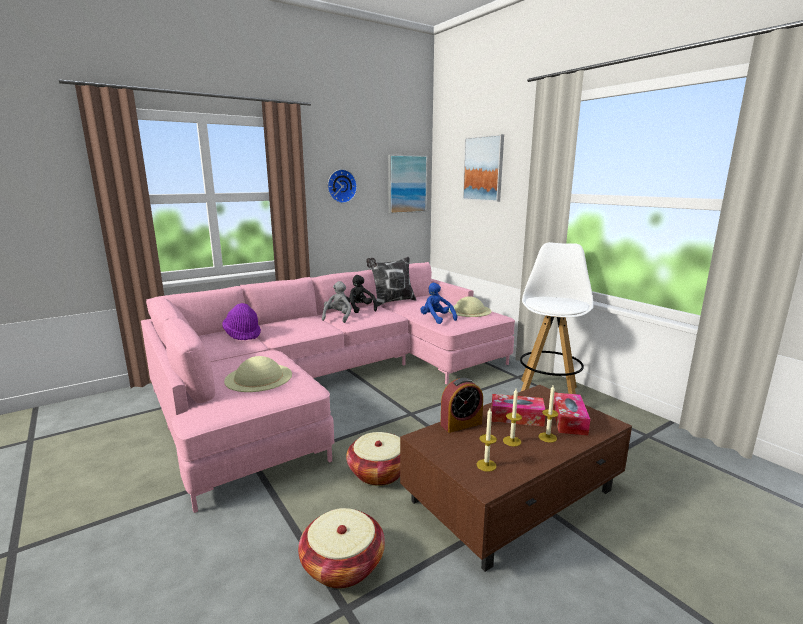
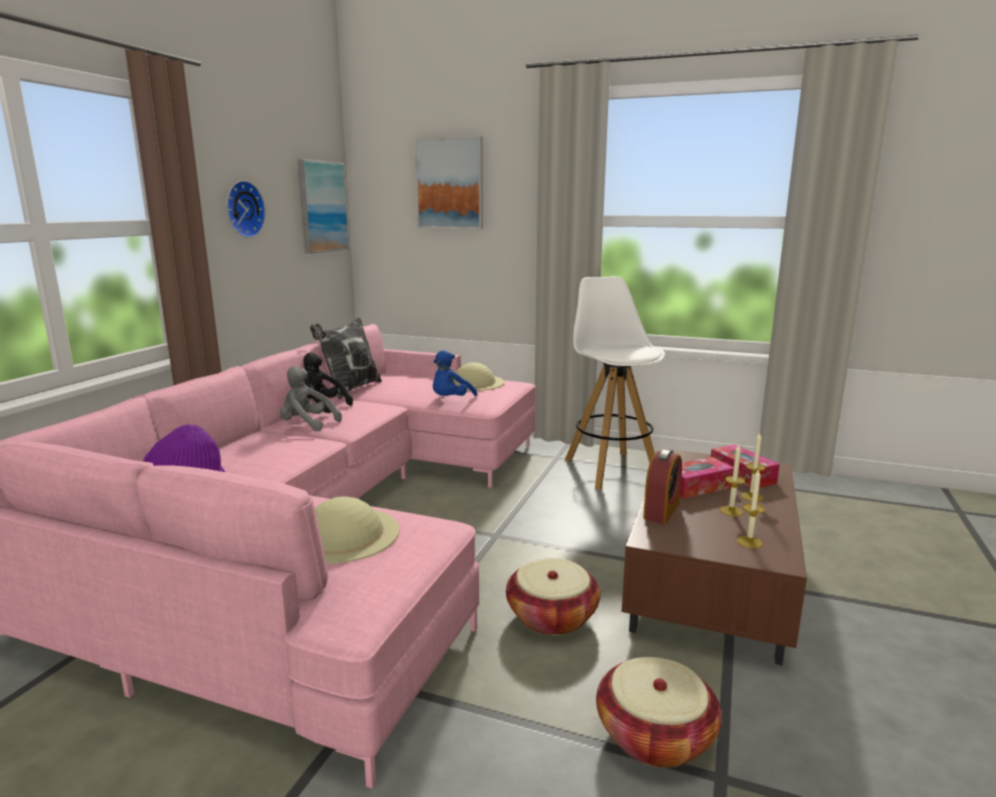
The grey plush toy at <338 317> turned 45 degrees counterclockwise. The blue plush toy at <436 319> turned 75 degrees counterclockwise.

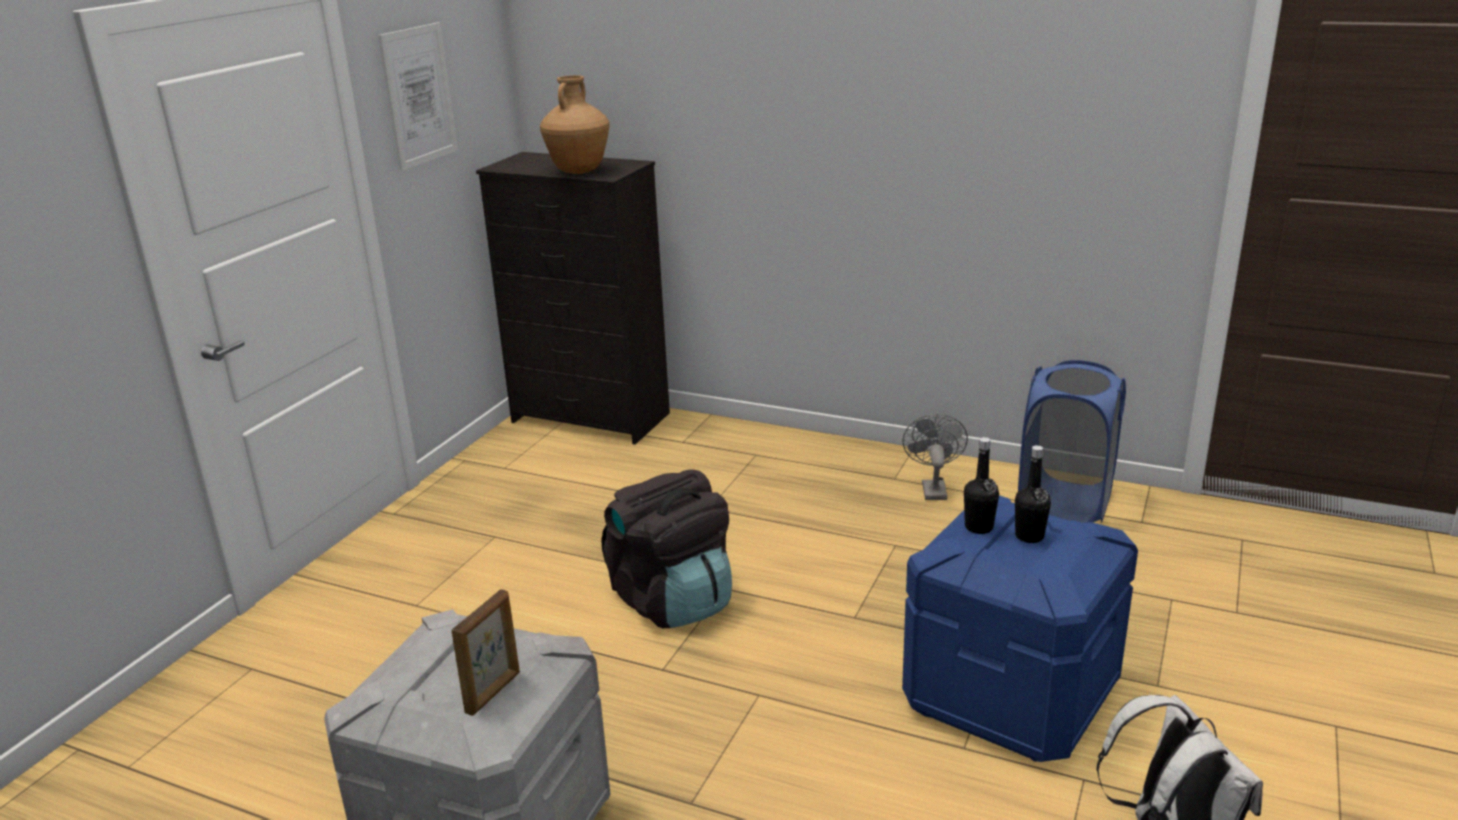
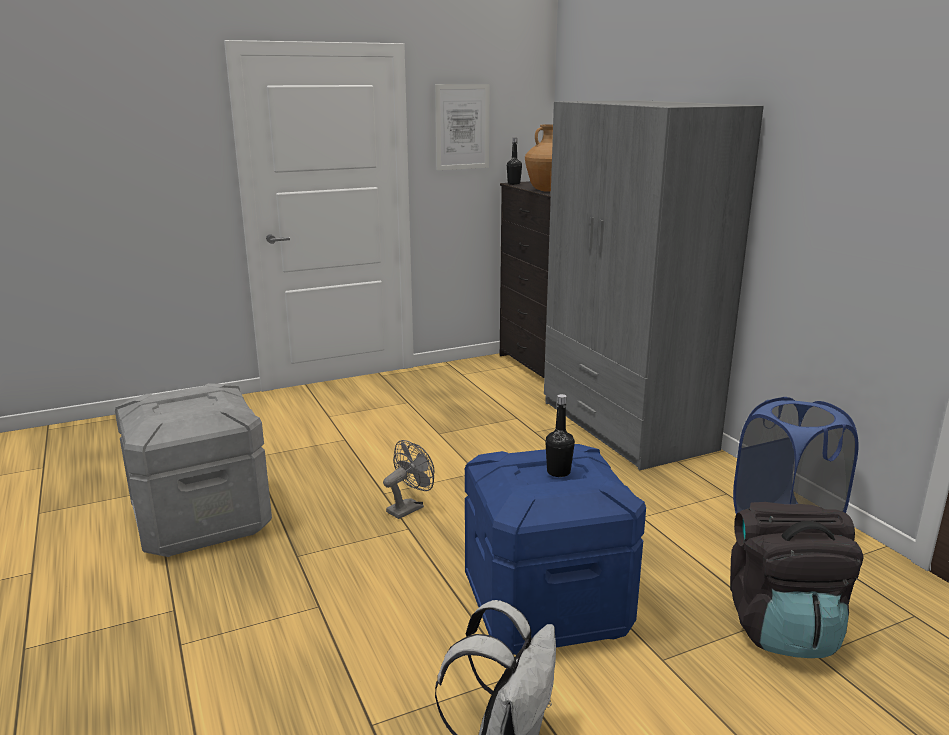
The picture frame at <494 692> disappeared. The grey wardrobe at <625 426> appeared. The black backpack moved from <672 600> to <782 626>. The grey fan moved from <932 488> to <409 507>. The black bottle moved from <979 527> to <514 184>.

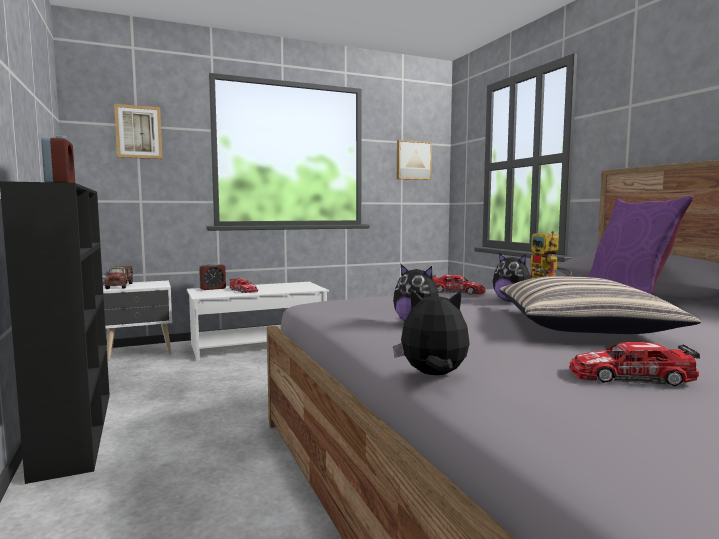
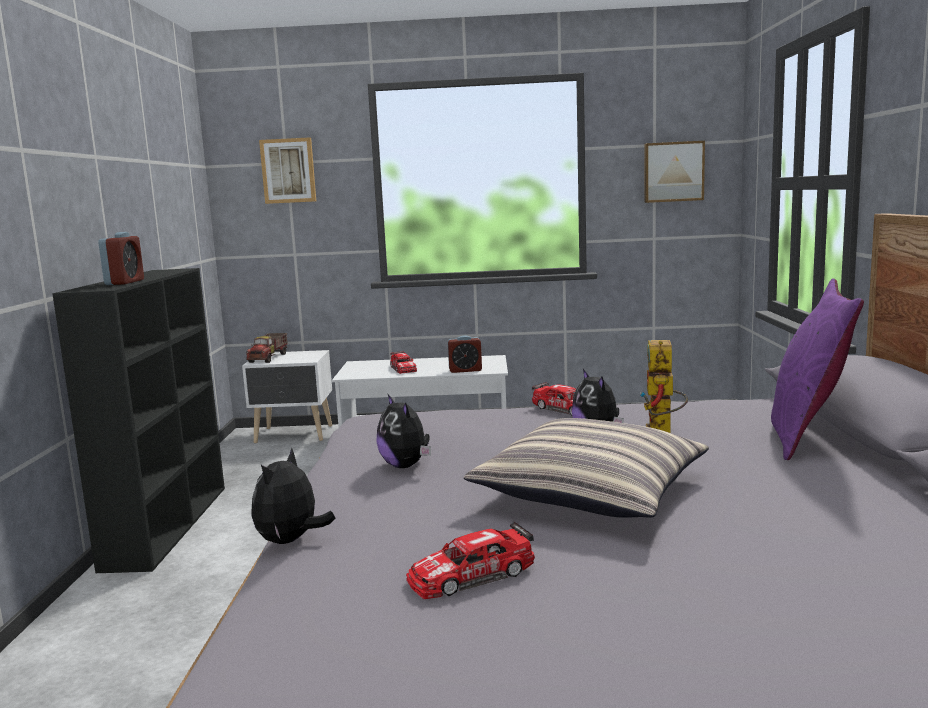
The alarm clock moved from <212 288> to <465 370>. The plush toy at <433 375> turned 105 degrees counterclockwise. The toy car at <630 377> turned 60 degrees counterclockwise.

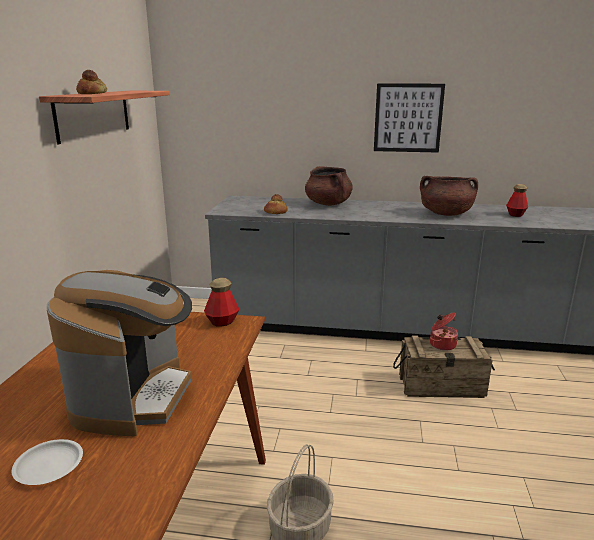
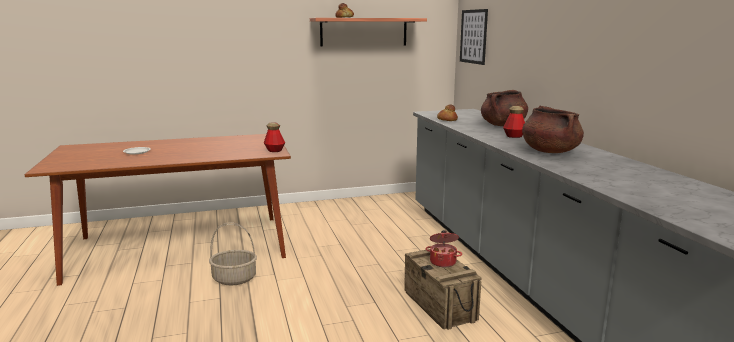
The coffee machine at <134 397> disappeared. The picture moved from <408 118> to <473 36>. The bottle moved from <515 215> to <514 136>.

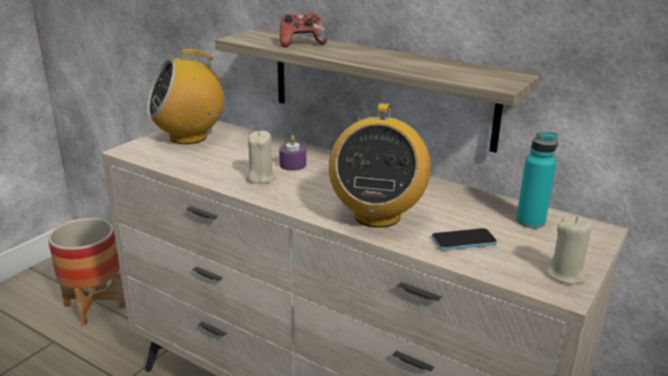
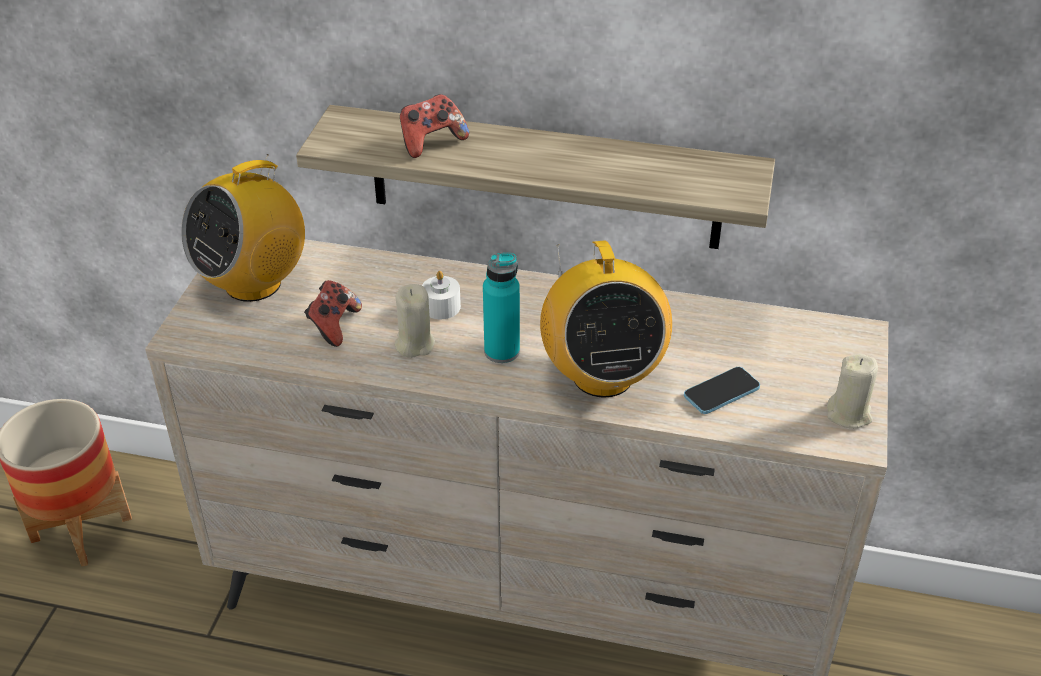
The game controller at <334 326> appeared. The turquoise bottle moved from <530 221> to <502 351>. The purple candle at <293 165> became the white candle at <441 307>.

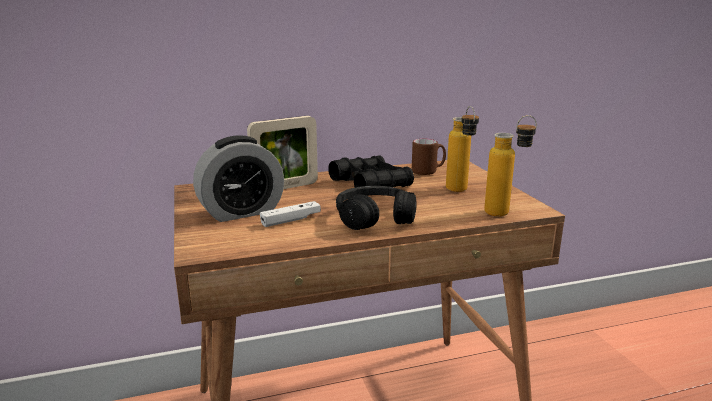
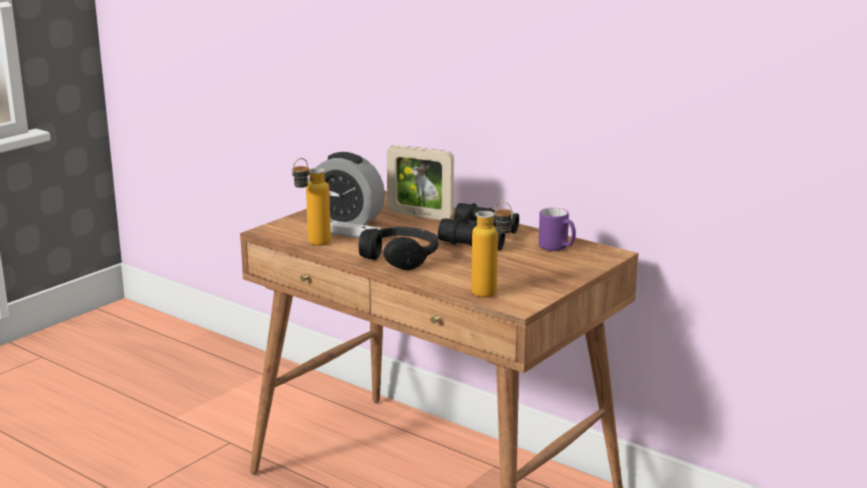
The bottle moved from <460 192> to <312 245>. The brown mug at <428 172> became the purple mug at <557 248>.

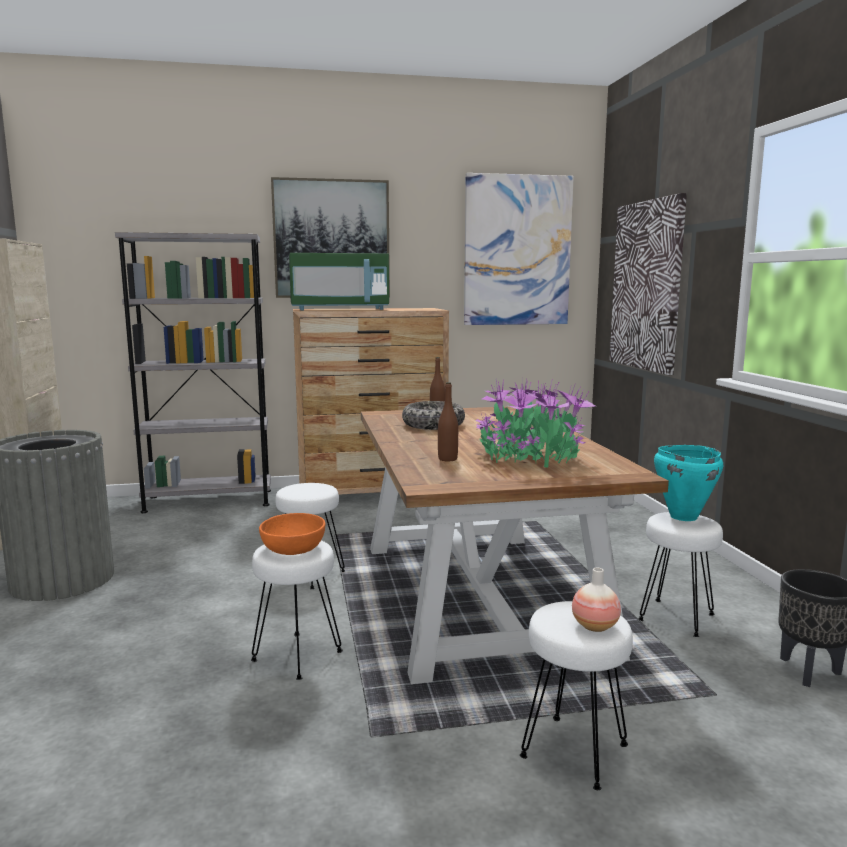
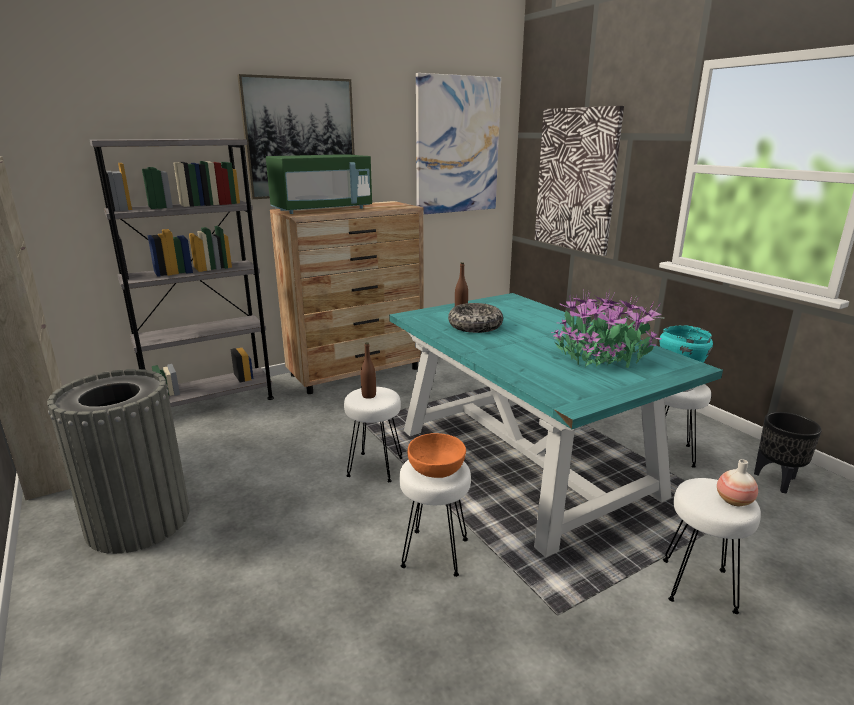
The brown bottle moved from <447 459> to <369 395>. The brown dining table at <476 595> became the turquoise dining table at <523 461>.

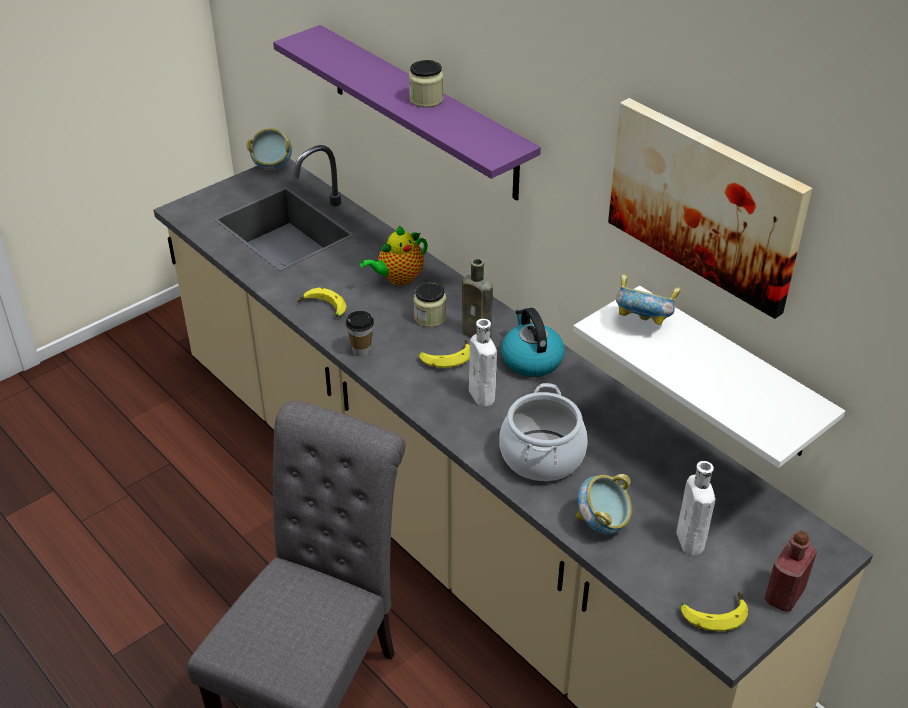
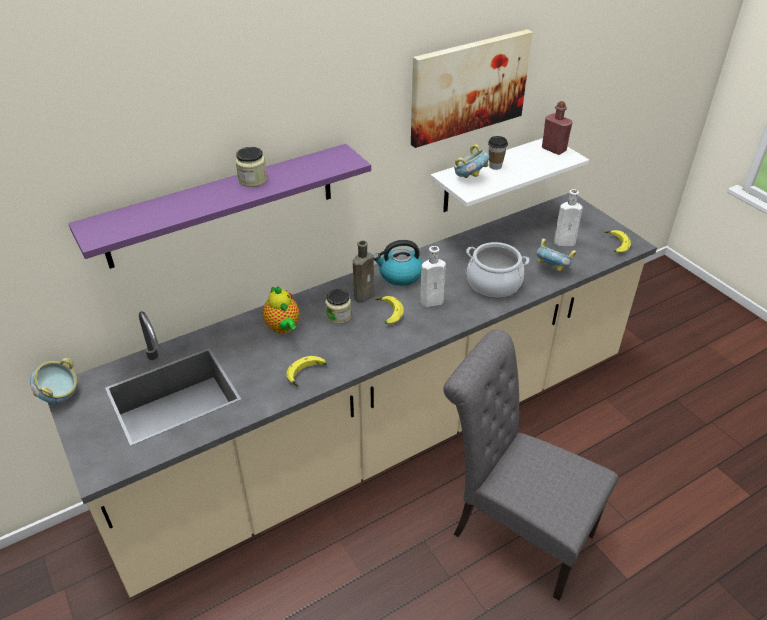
The cup moved from <361 350> to <495 166>. The red bottle moved from <784 595> to <553 149>.

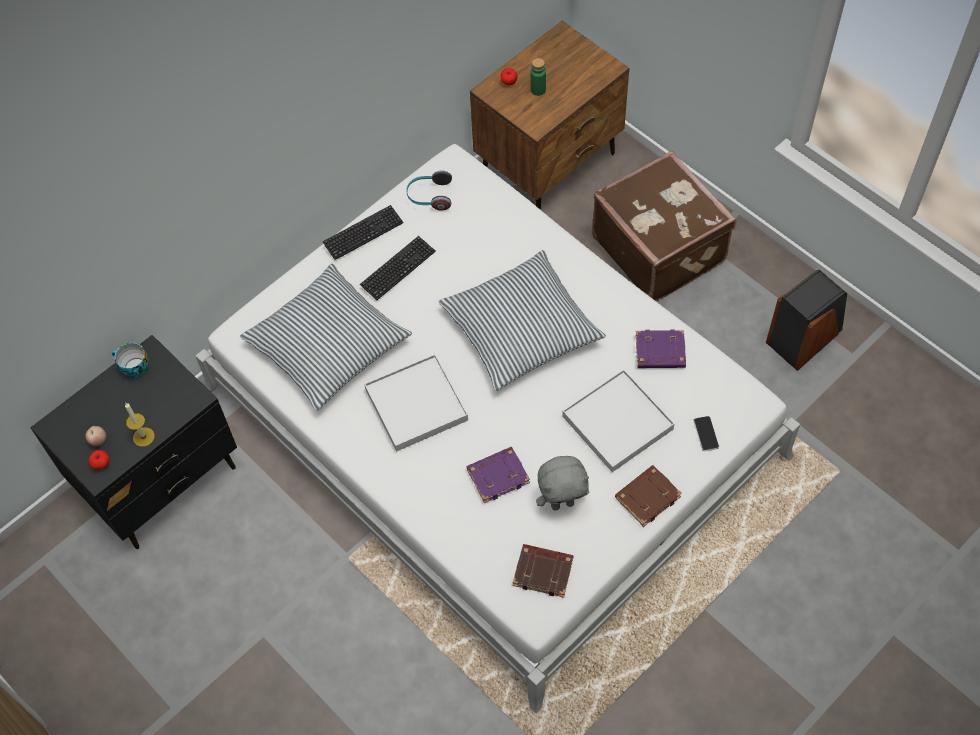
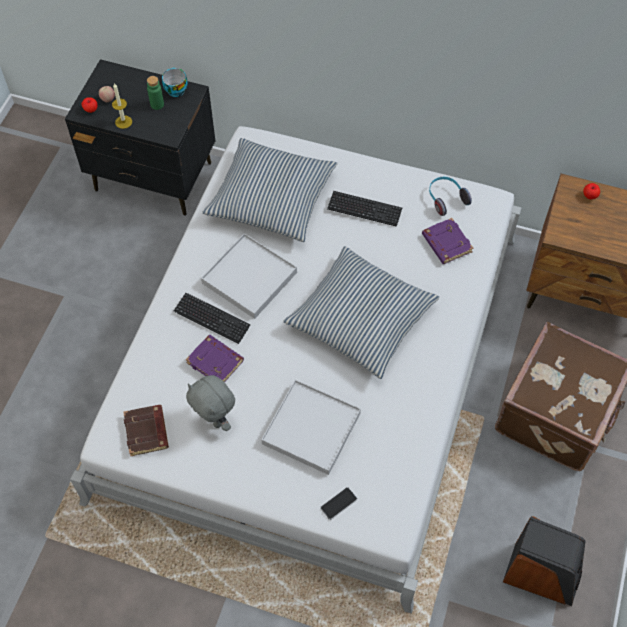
The brown book at <647 497> disappeared. The keyboard moved from <363 233> to <212 319>. The green bottle moved from <538 90> to <157 104>. The purple book moved from <659 353> to <445 243>.

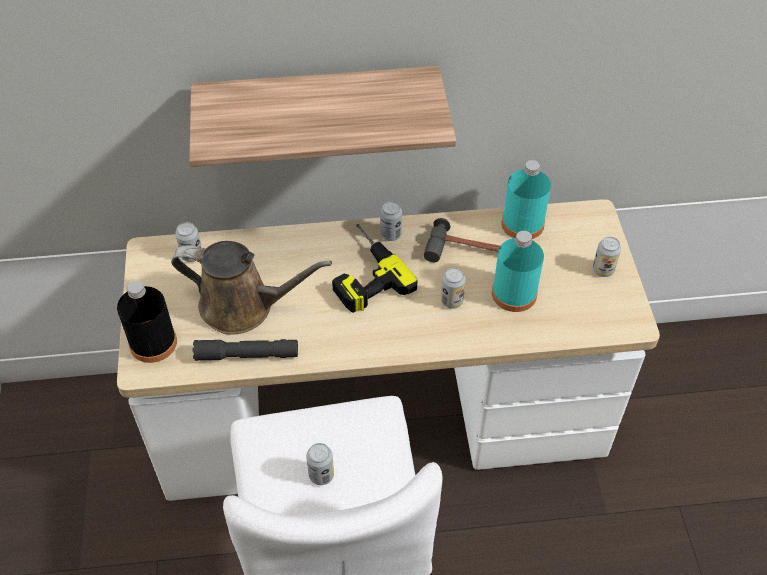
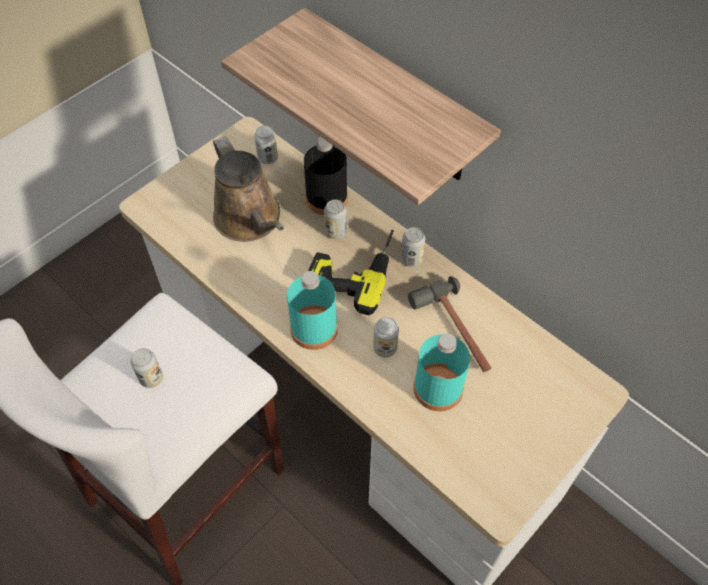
The grey flashlight at <247 355> disappeared. The black bottle moved from <153 343> to <326 198>. The turquoise bottle moved from <522 224> to <314 329>. The can moved from <603 270> to <336 232>.

